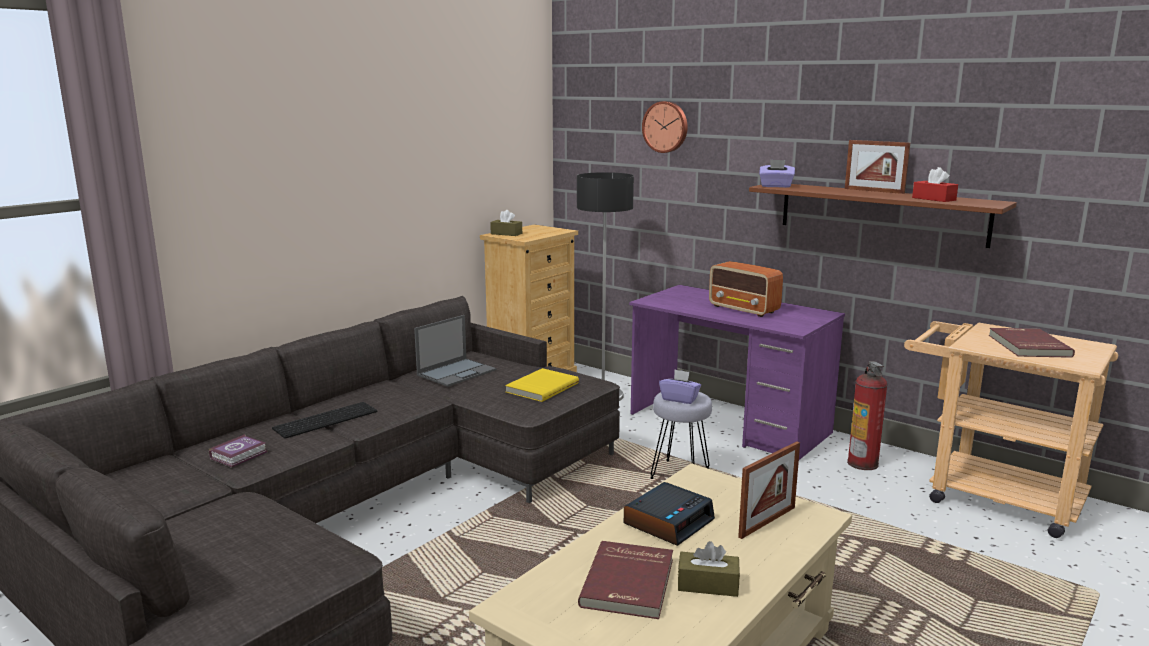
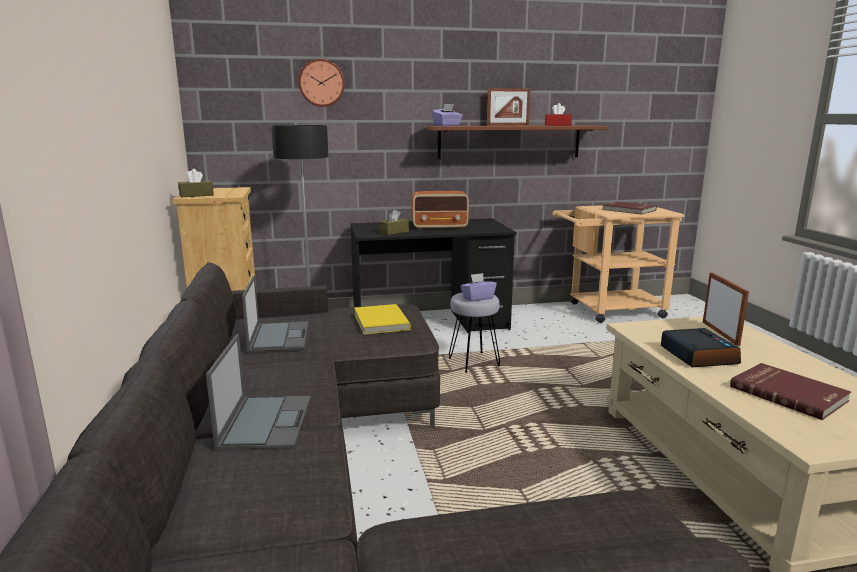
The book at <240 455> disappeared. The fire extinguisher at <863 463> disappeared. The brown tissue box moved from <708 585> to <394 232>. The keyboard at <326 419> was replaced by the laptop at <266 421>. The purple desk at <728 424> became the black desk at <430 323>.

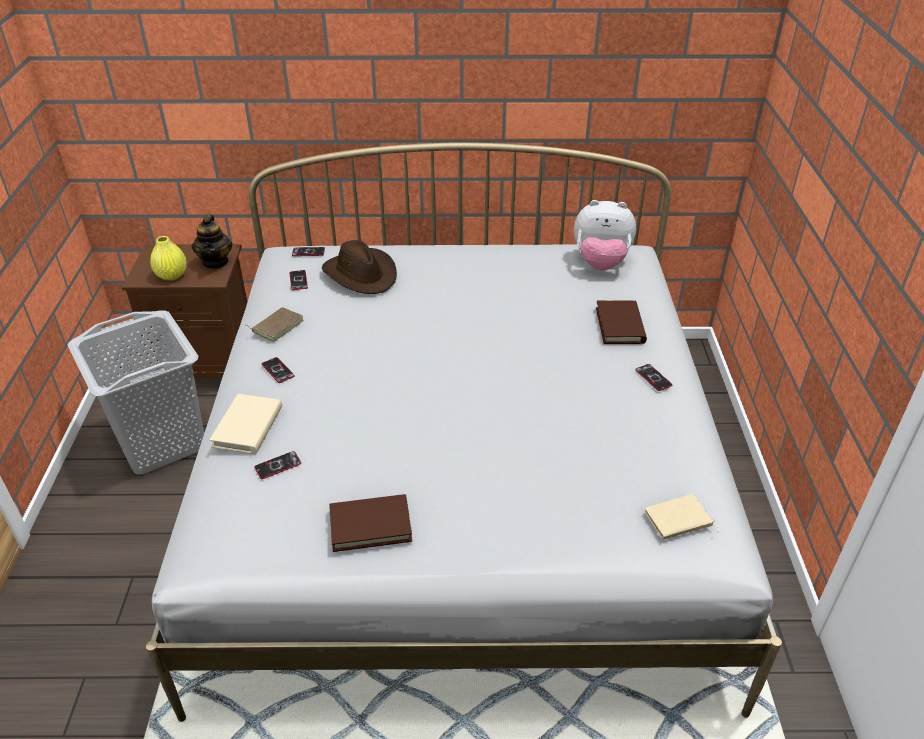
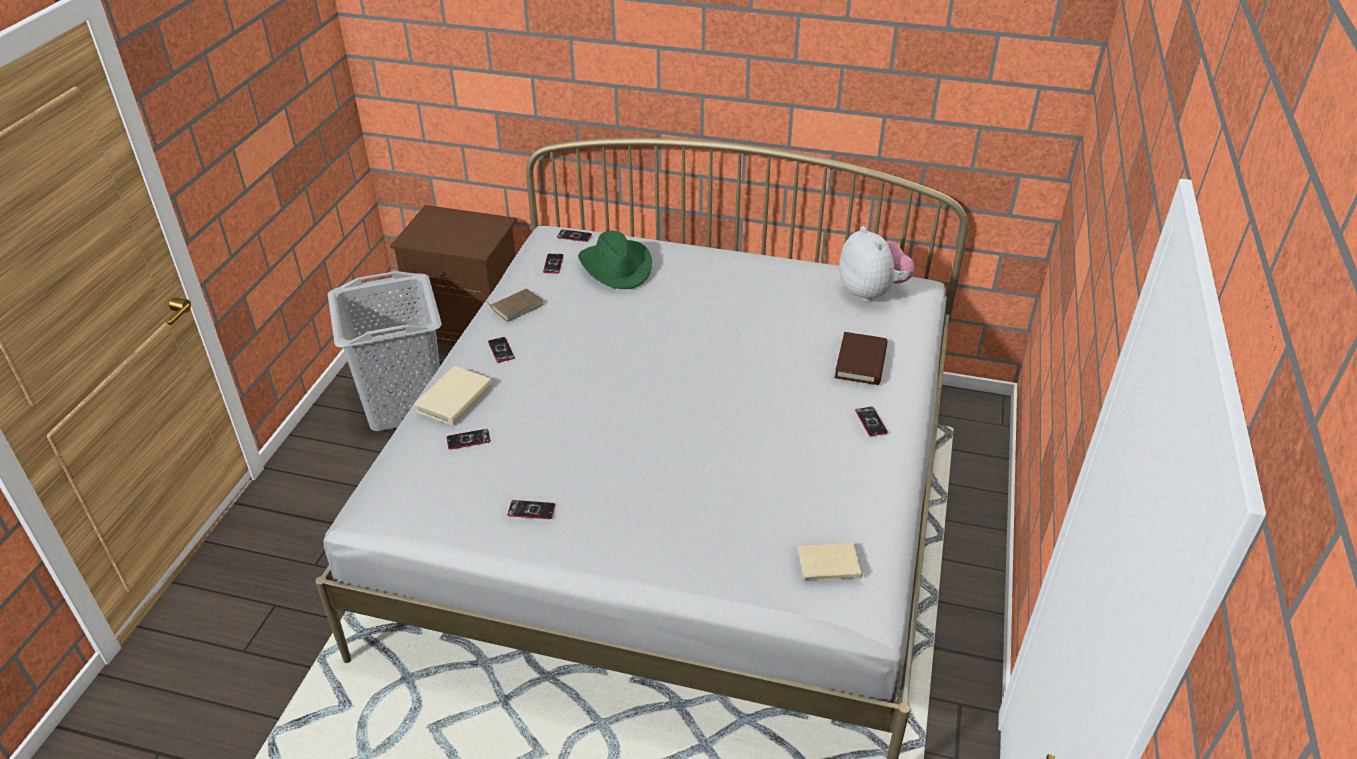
The yellow vase at <172 275> disappeared. The teapot at <216 262> disappeared. The brown book at <370 525> was replaced by the phone at <531 510>. The brown hat at <361 274> became the green hat at <616 267>. The plush toy at <601 263> turned 135 degrees counterclockwise.

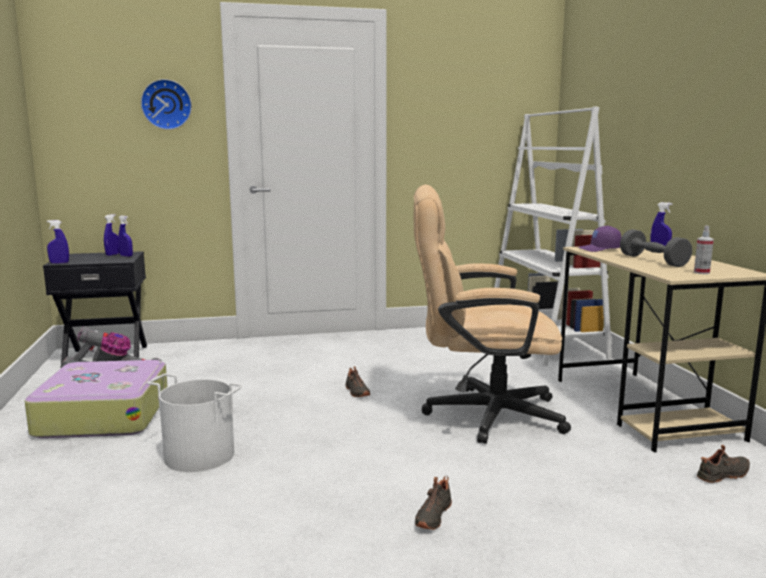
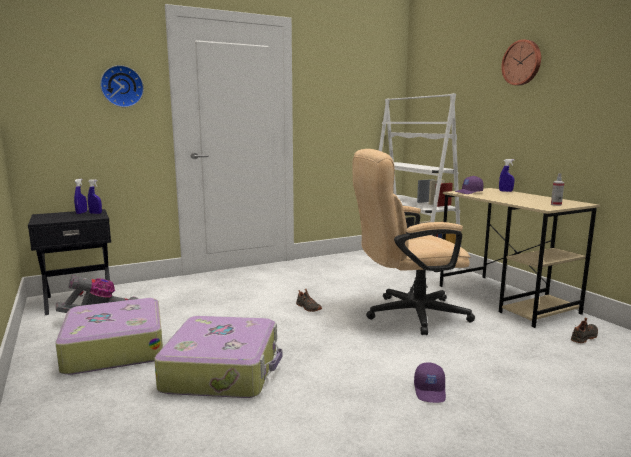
The blue spray bottle at <59 263> disappeared. The grey dumbbell at <653 261> disappeared. The wall clock at <522 63> appeared. The white bucket at <200 454> was replaced by the suitcase at <223 370>. The black shoe at <432 515> was replaced by the purple cap at <430 391>.

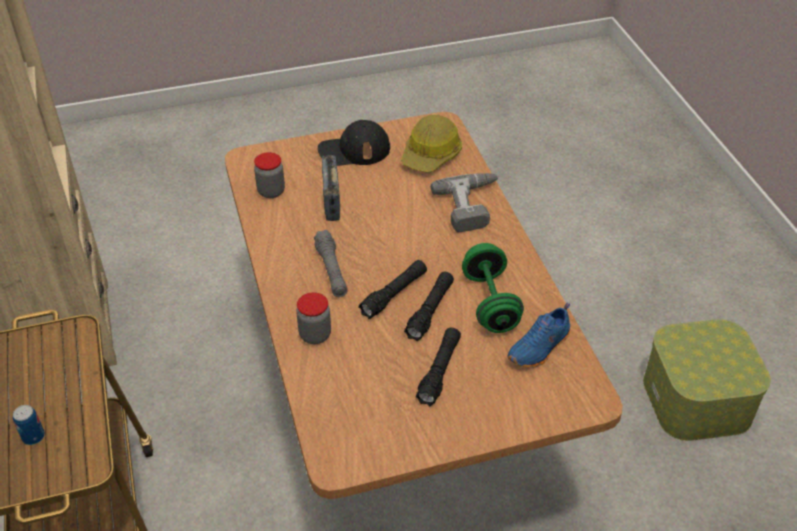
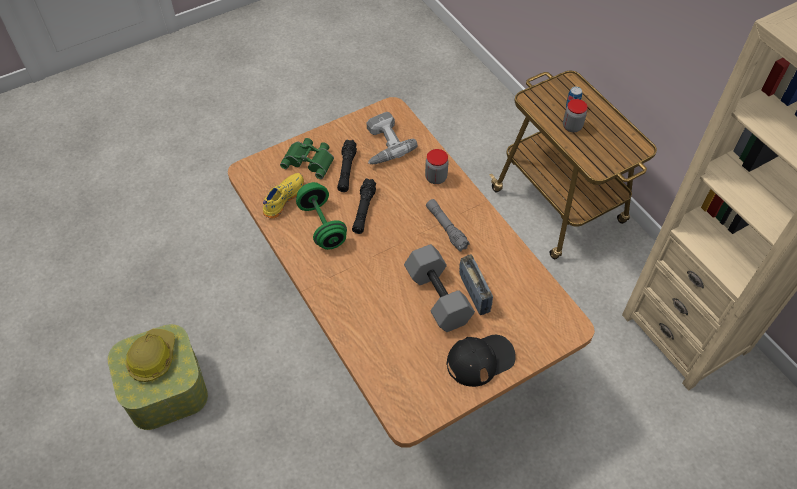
The black flashlight at <394 294> disappeared. The green binoculars at <310 160> appeared. The grey dumbbell at <436 297> appeared. The jar moved from <271 191> to <572 126>. The hard hat moved from <431 154> to <152 358>. The power drill moved from <472 206> to <382 144>. The blue shoe at <540 348> became the yellow shoe at <282 199>.

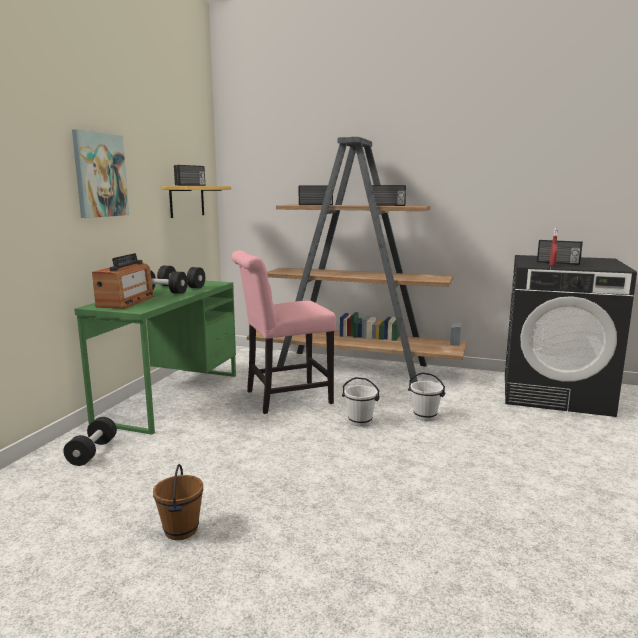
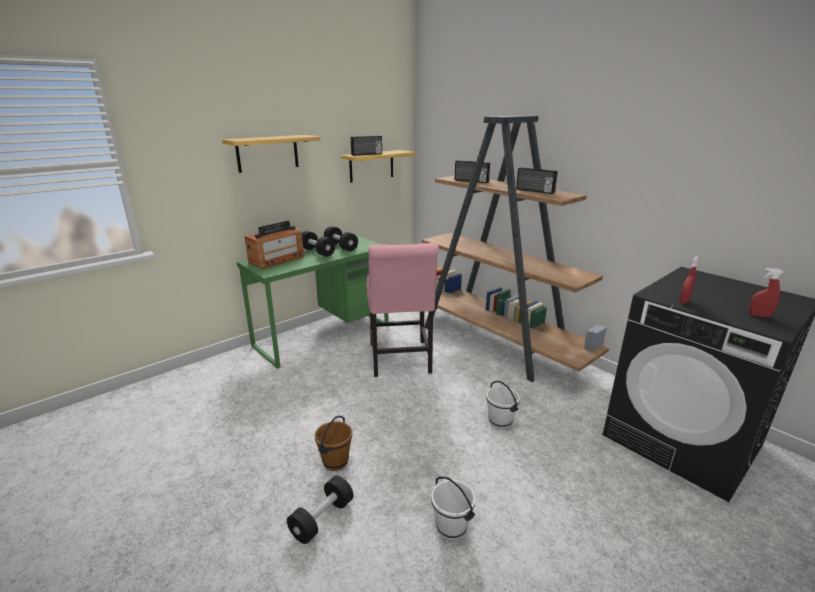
The radio at <558 263> disappeared. The red spray bottle at <759 315> appeared. The black dumbbell moved from <92 452> to <322 519>. The brown bucket moved from <180 530> to <335 462>. The white bucket moved from <360 421> to <451 527>. The picture at <100 175> was replaced by the shelf at <267 153>. The pink chair at <283 398> turned 105 degrees counterclockwise.

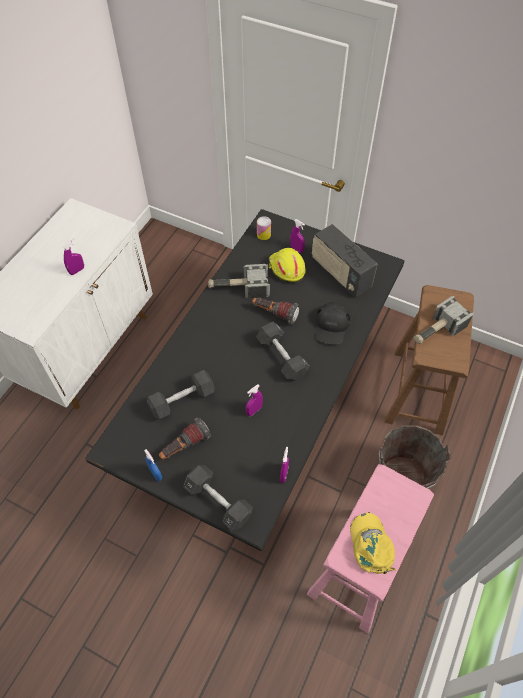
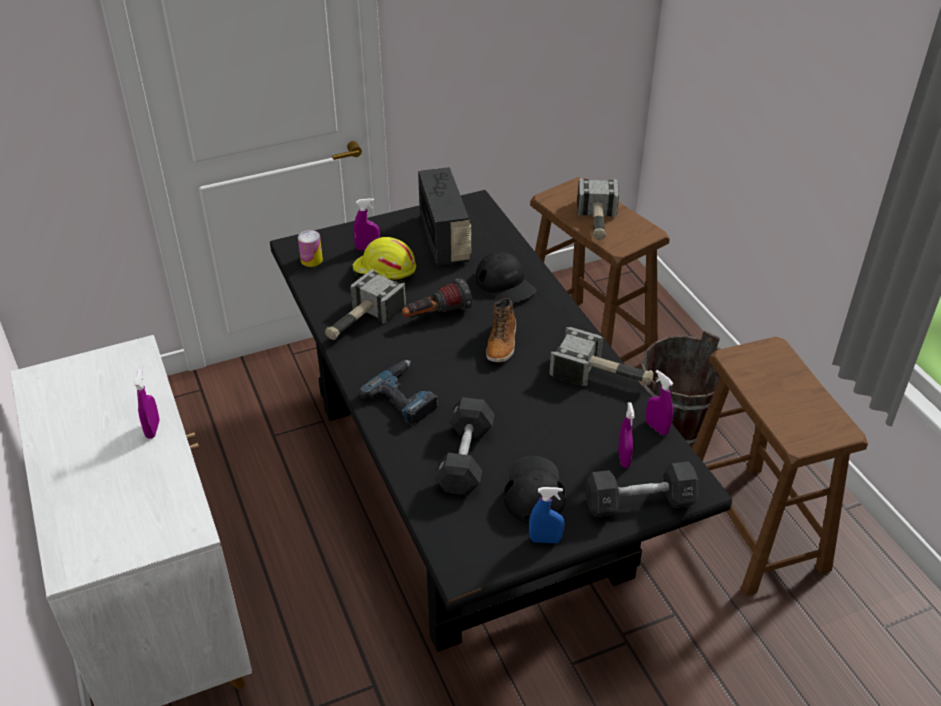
The yellow cap at <371 545> disappeared. The power drill at <405 397> appeared. The hammer at <602 376> appeared. The purple spray bottle moved from <254 410> to <624 459>. The flashlight at <184 446> was replaced by the black cap at <534 491>. The black dumbbell at <282 357> was replaced by the boot at <502 343>. The pink stool at <359 568> became the brown stool at <751 528>. The radio at <340 274> turned 105 degrees counterclockwise.

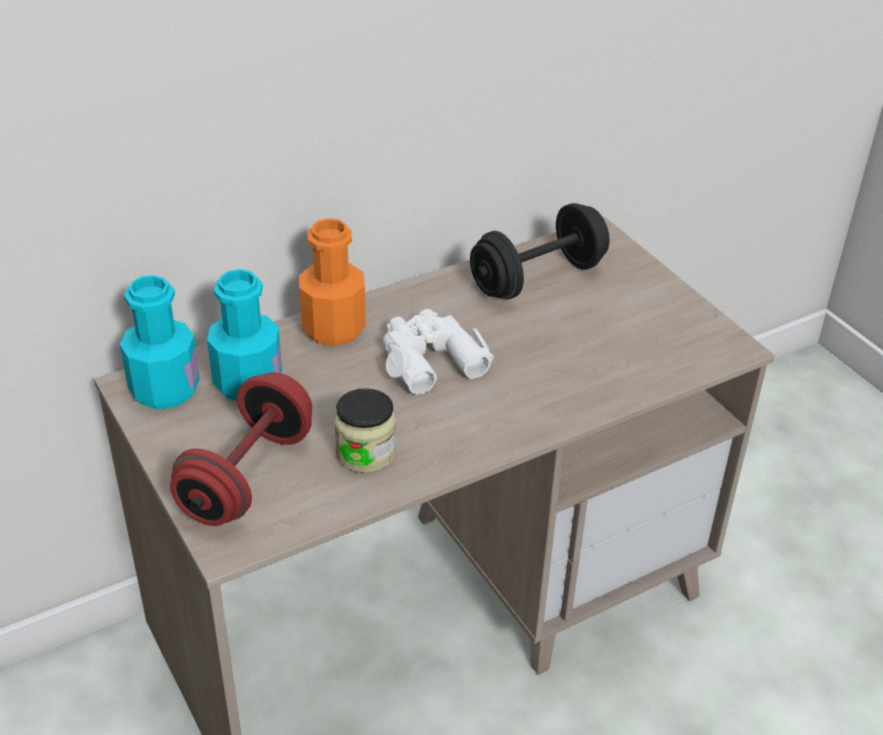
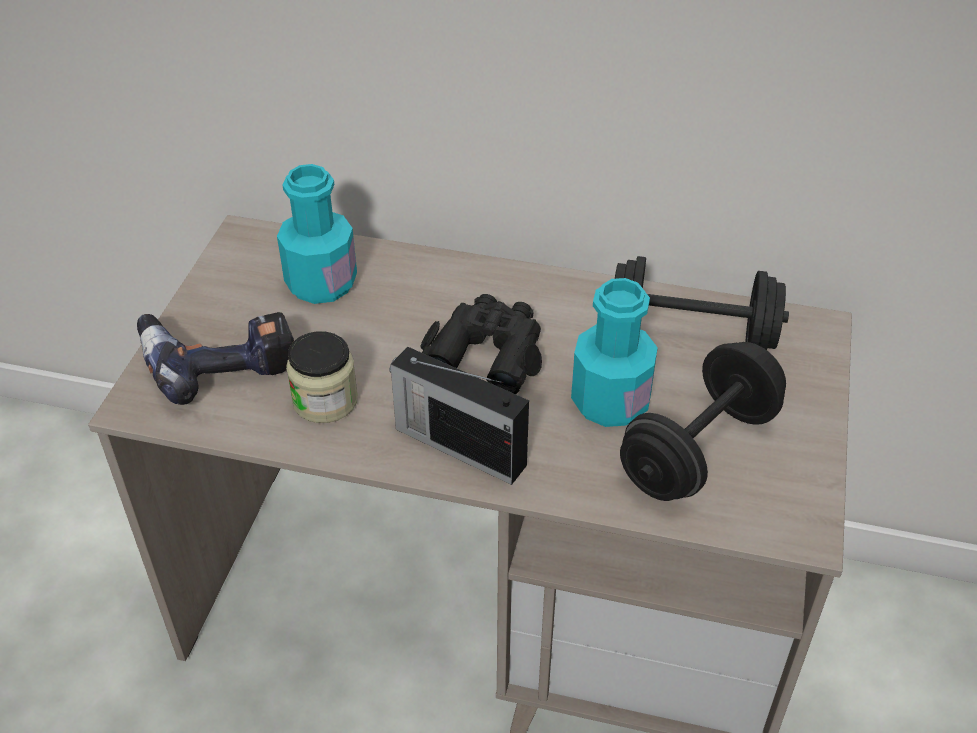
The orange bottle at <333 328> disappeared. The radio at <458 445> appeared. The black dumbbell at <698 449> appeared. The turquoise bottle moved from <165 389> to <610 402>. The red dumbbell at <247 476> was replaced by the power drill at <220 360>. The white binoculars at <430 359> became the black binoculars at <487 352>.

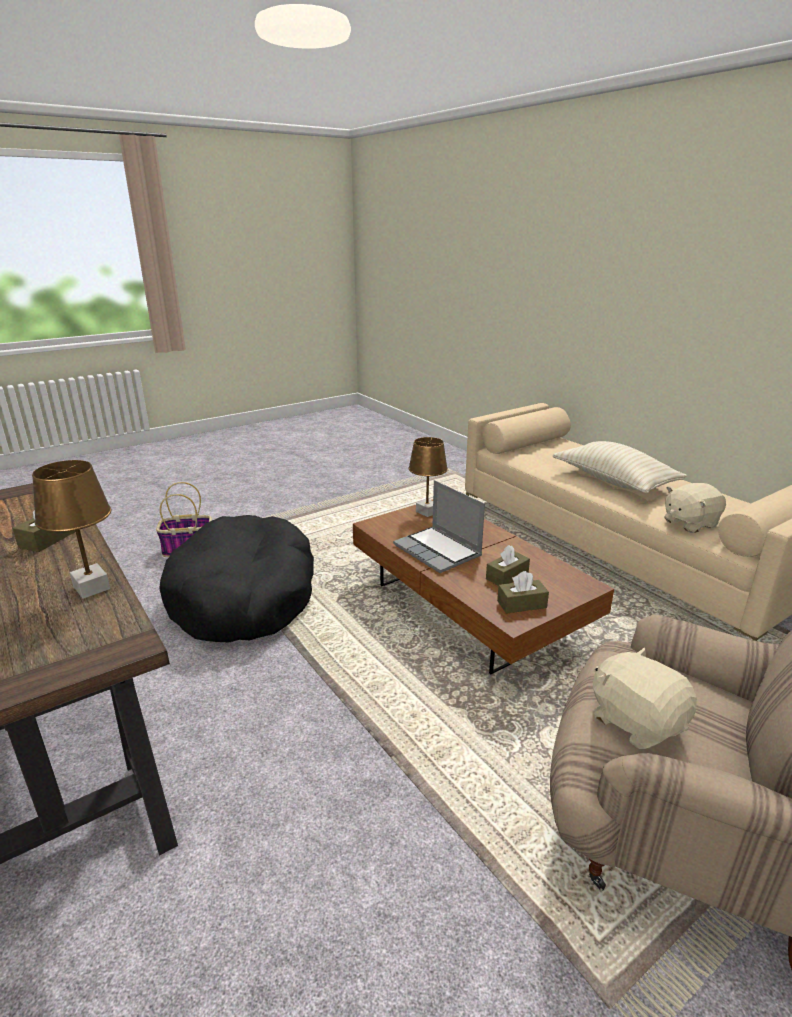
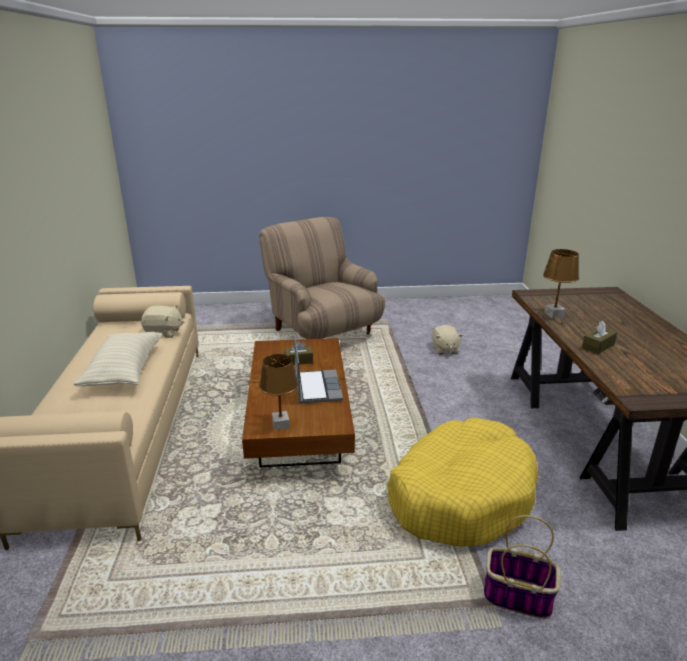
The brown tissue box at <521 604> disappeared. The beige plush toy moved from <636 721> to <444 349>. The black dog bed at <244 596> became the yellow dog bed at <460 495>.

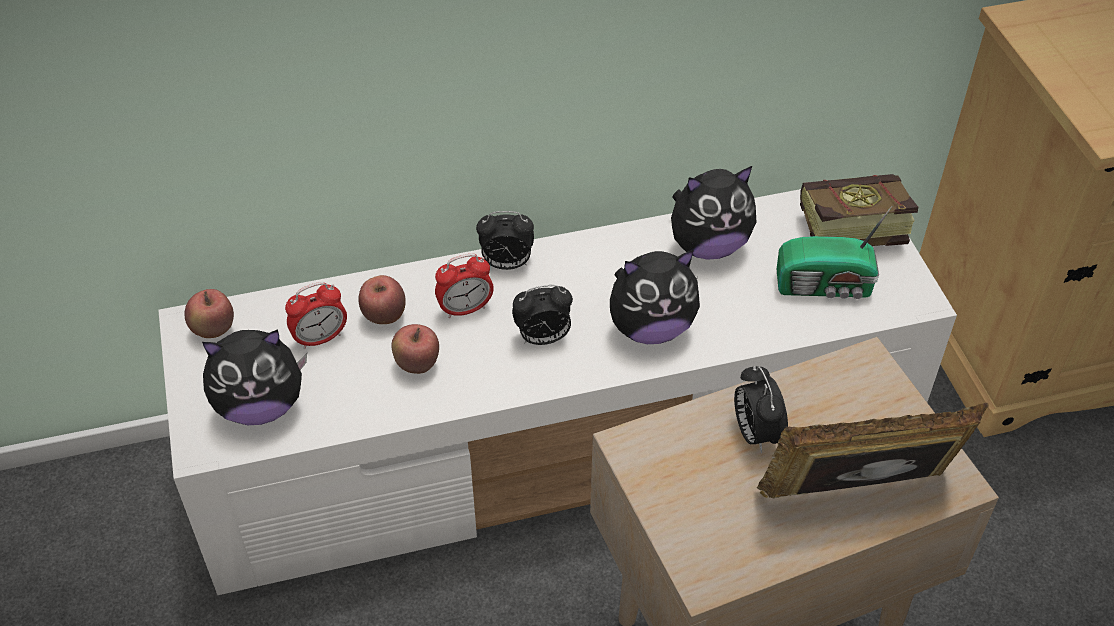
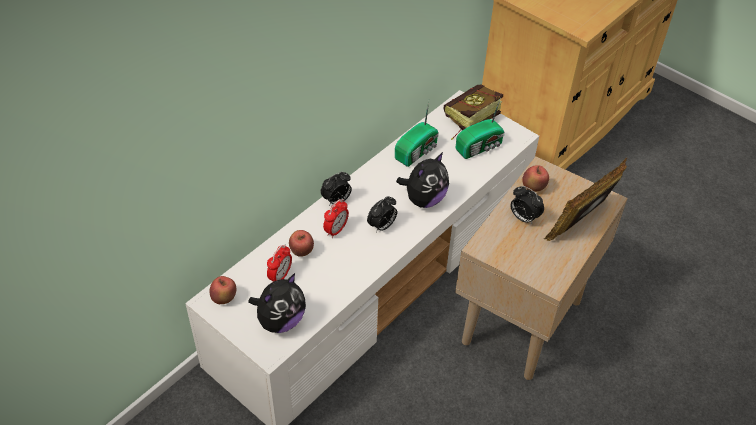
The apple moved from <417 365> to <533 188>. The plush toy at <708 245> was replaced by the radio at <417 151>.

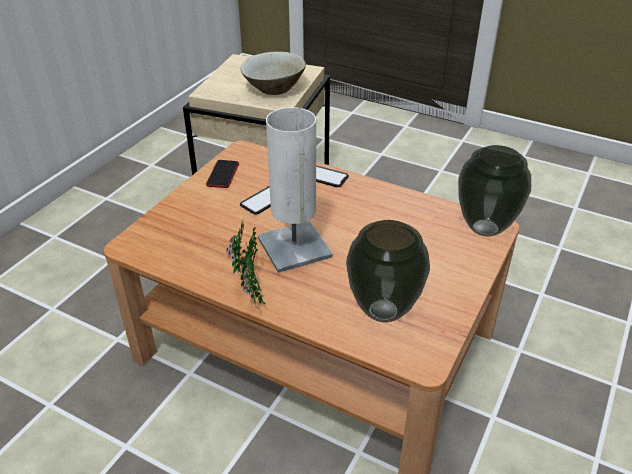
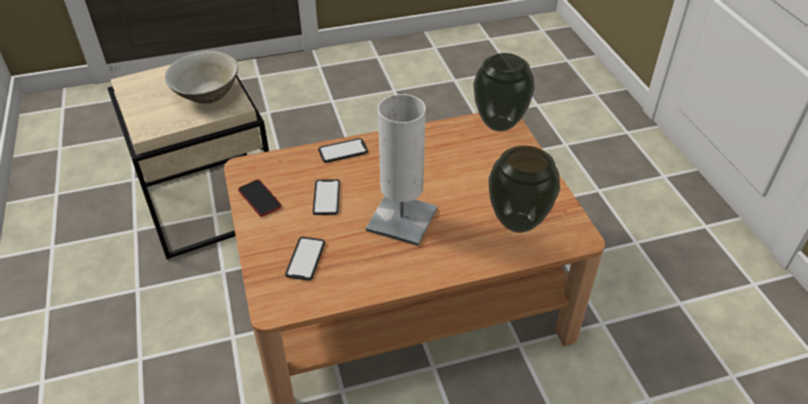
The potted plant at <249 292> disappeared. The phone at <305 259> appeared.

